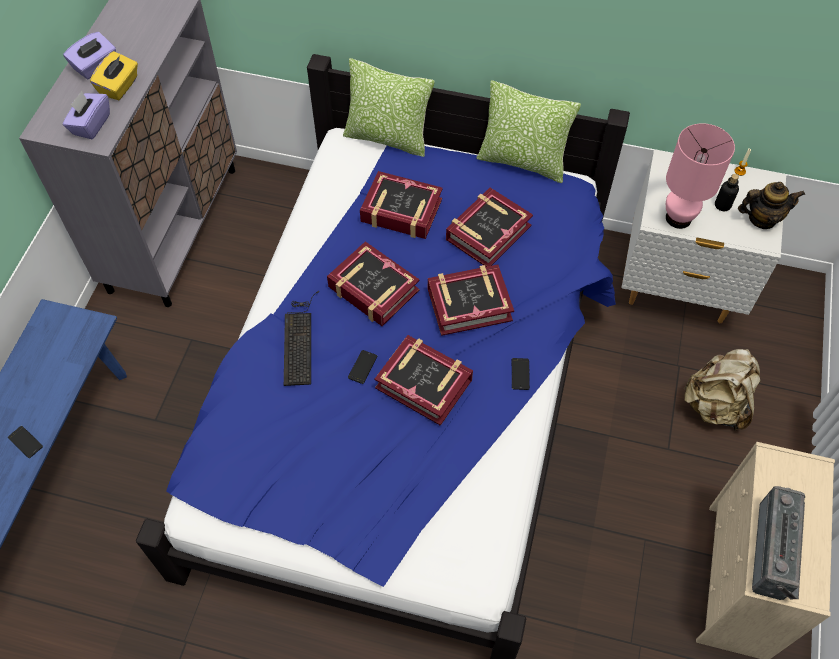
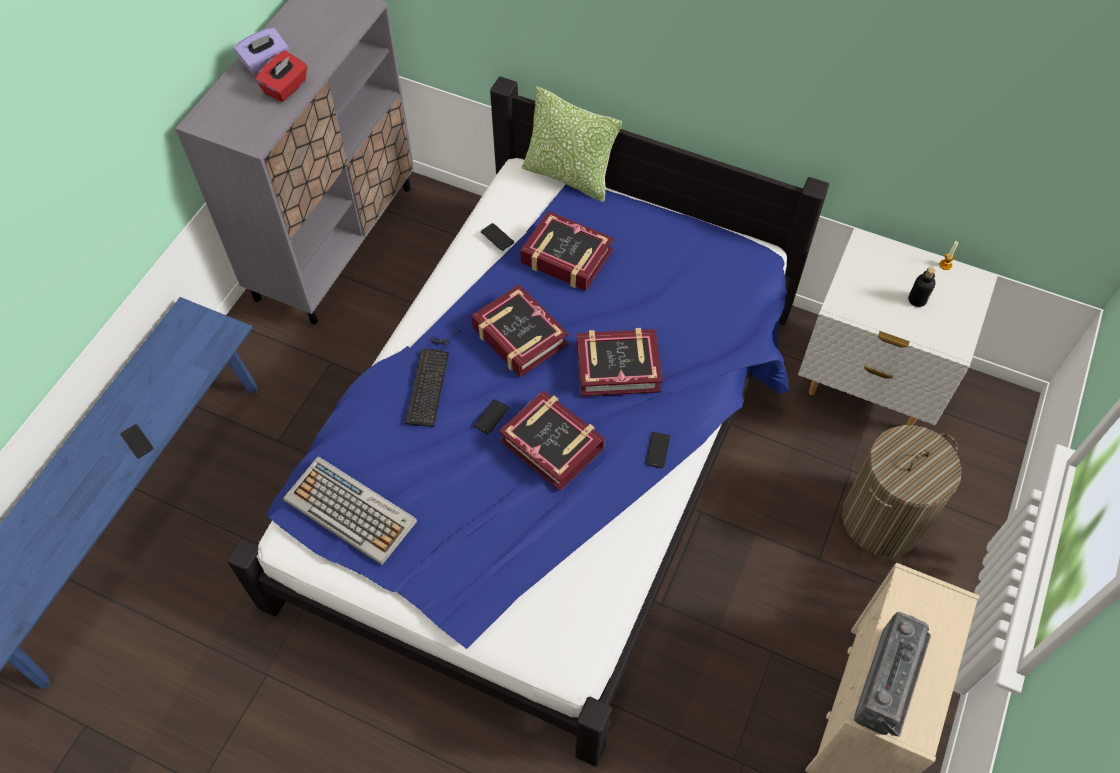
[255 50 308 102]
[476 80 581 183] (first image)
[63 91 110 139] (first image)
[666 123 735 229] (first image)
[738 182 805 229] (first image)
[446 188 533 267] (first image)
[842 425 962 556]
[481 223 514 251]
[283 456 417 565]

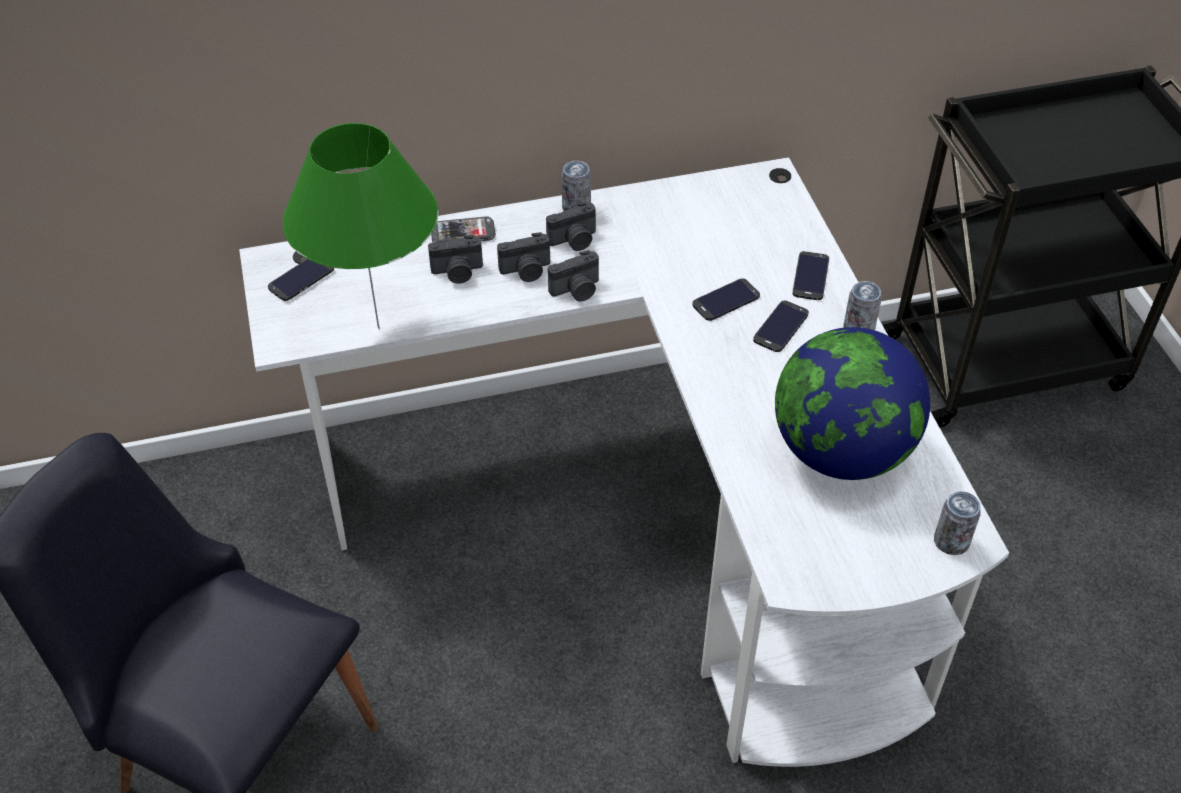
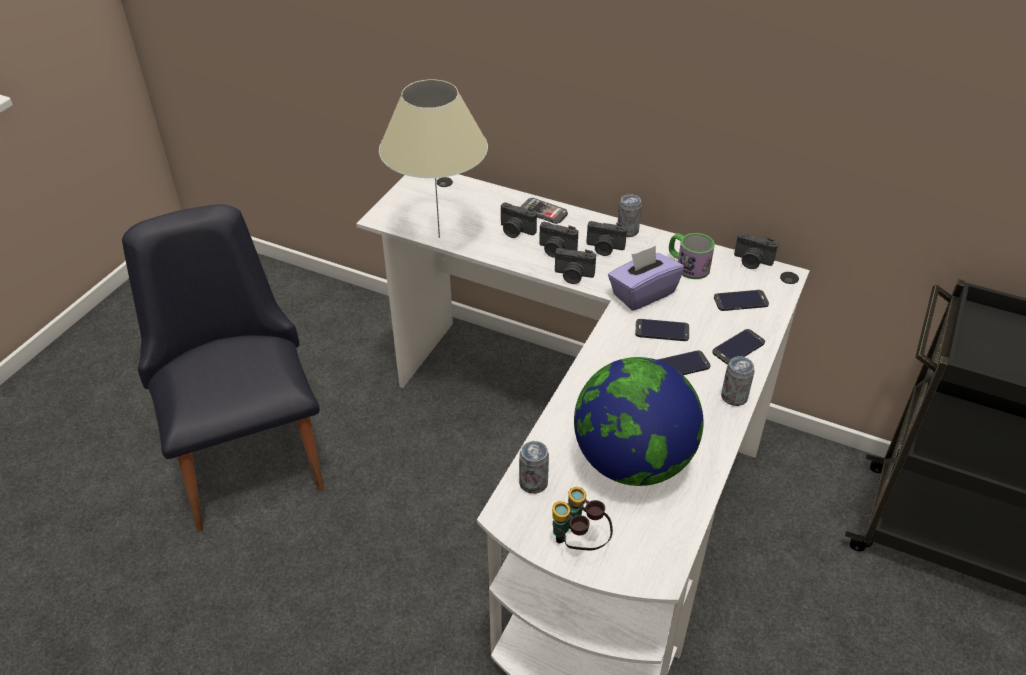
[379 79 488 238]
[714 290 769 311]
[519 441 549 494]
[734 232 778 269]
[669 233 715 279]
[608 246 684 311]
[552 487 613 550]

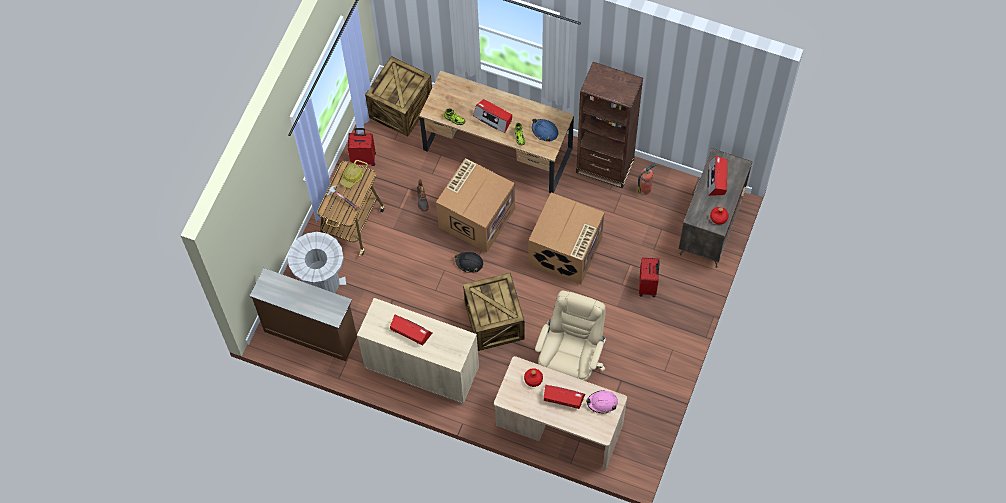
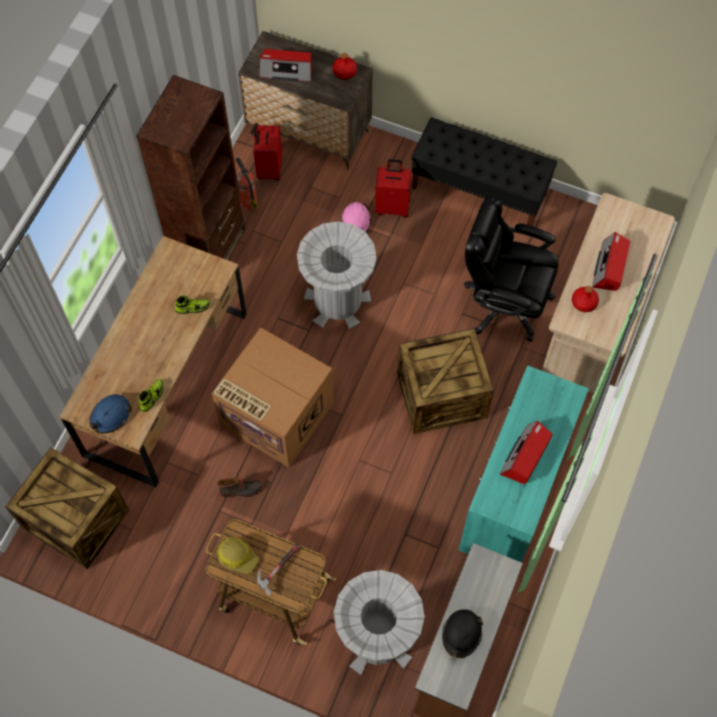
[473 99 512 133] (first image)
[90 394 132 433]
[254 123 282 180]
[297 221 377 329]
[442 610 483 658]
[464 195 558 342]
[459 365 589 562]
[341 202 371 232]
[411 117 557 226]

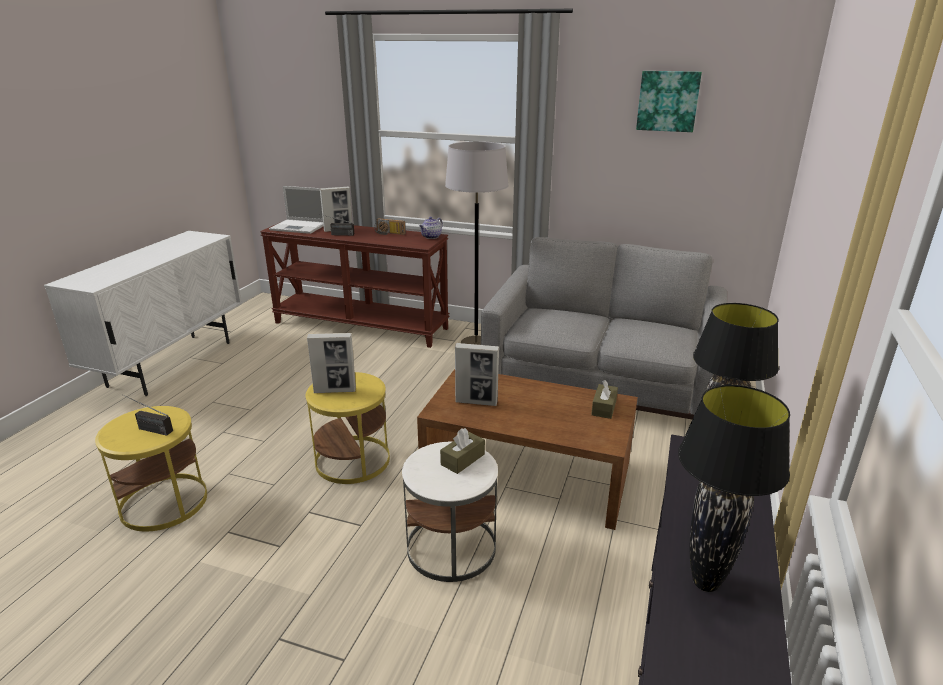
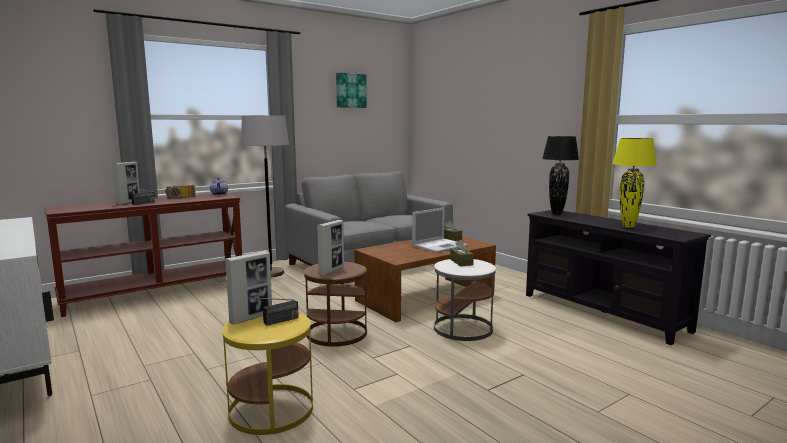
[412 208 468 253]
[225 251 272 325]
[304 262 367 347]
[612 138 657 228]

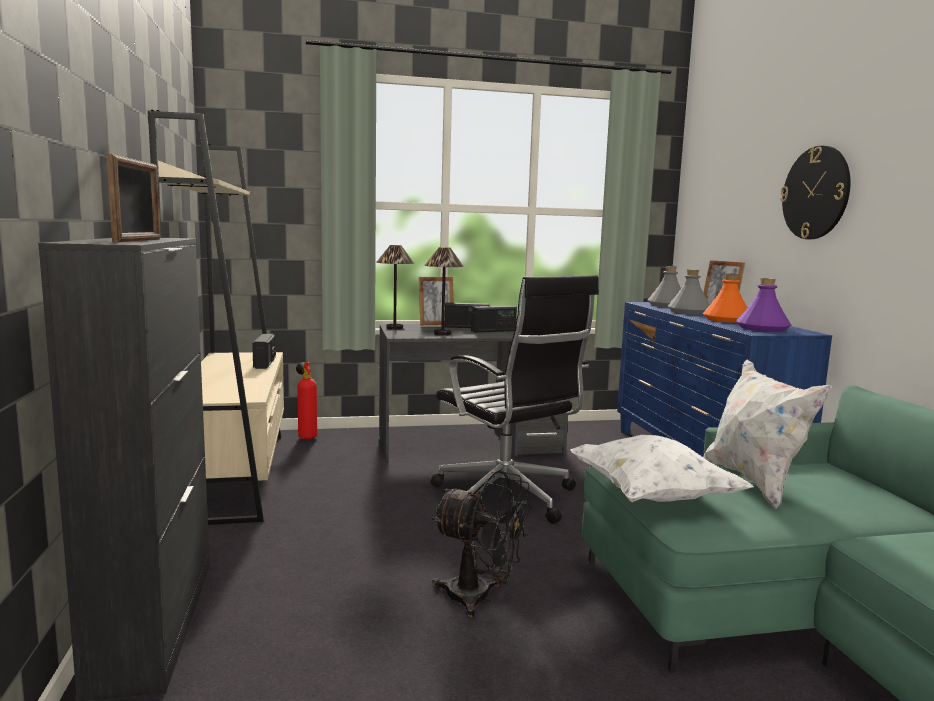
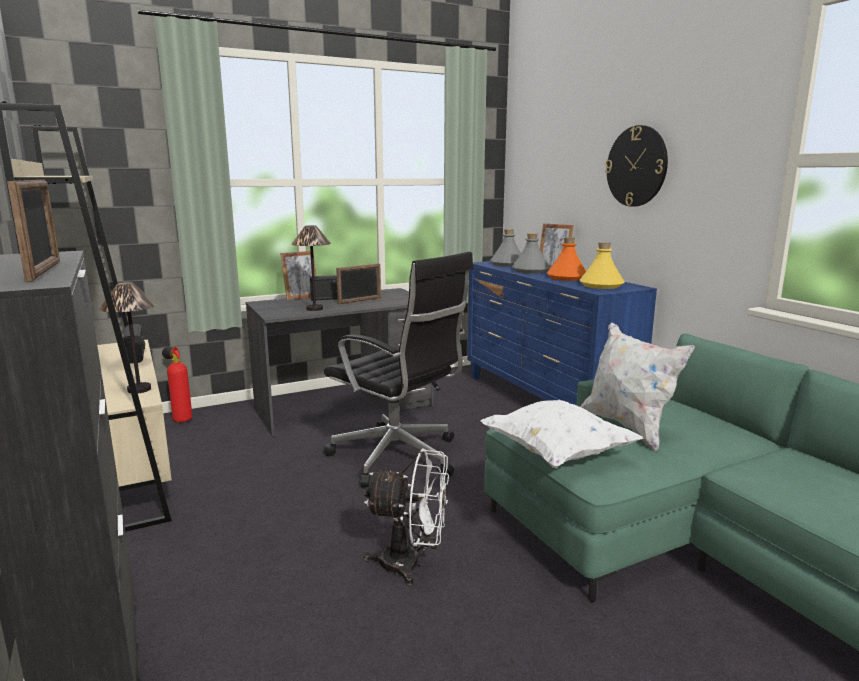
[99 282 156 393]
[579 242 624 289]
[336 263 381 304]
[364 448 449 586]

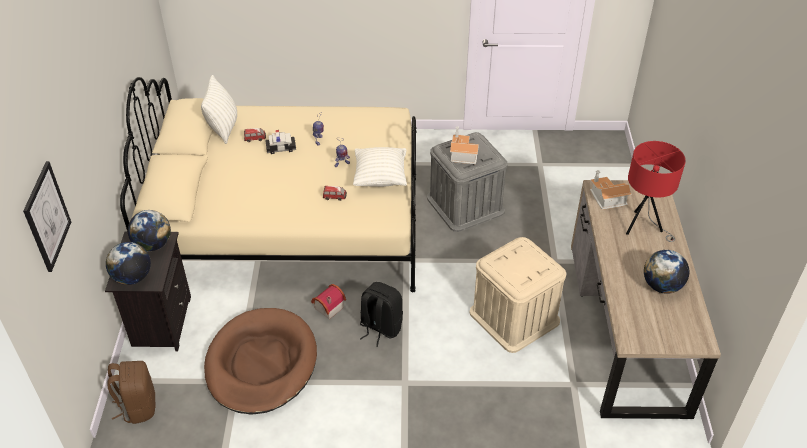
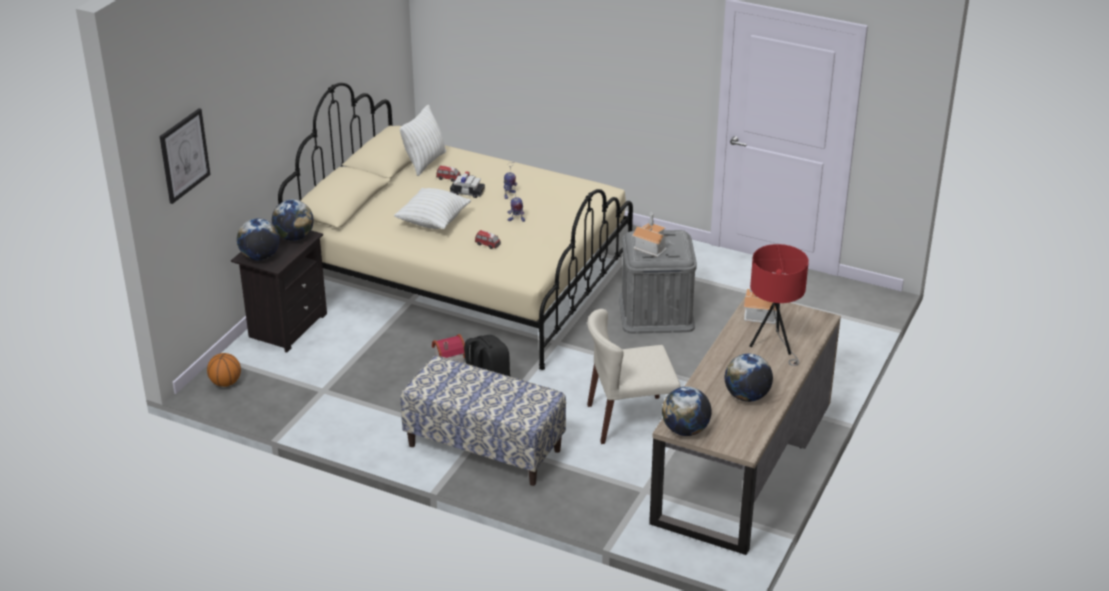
[394 188 471 229]
[587 309 681 444]
[204 308 317 415] (first image)
[207 353 241 387]
[400 355 566 486]
[662 387 712 436]

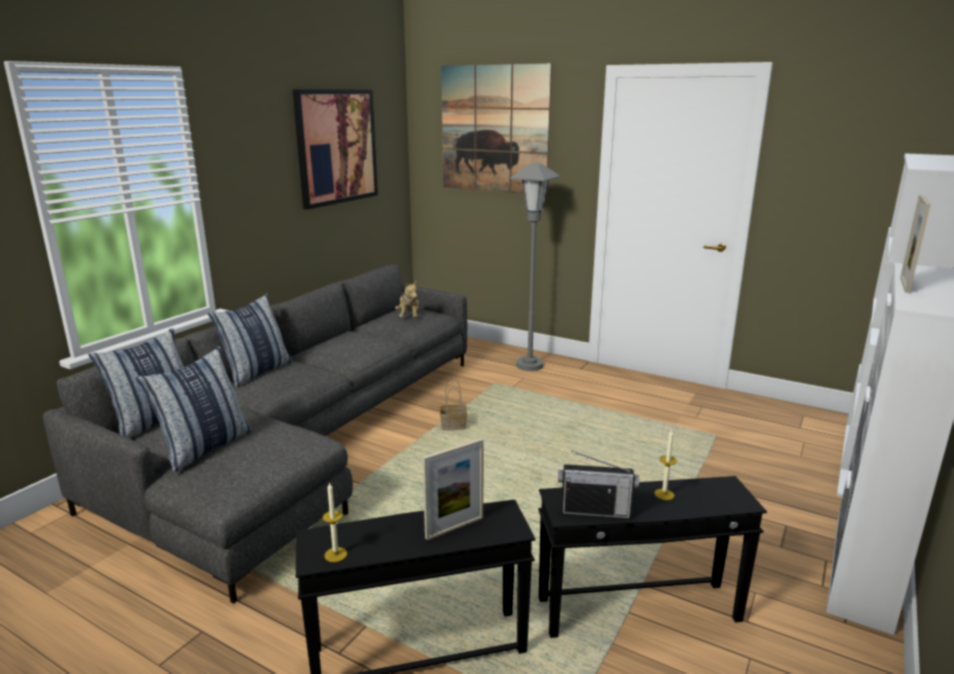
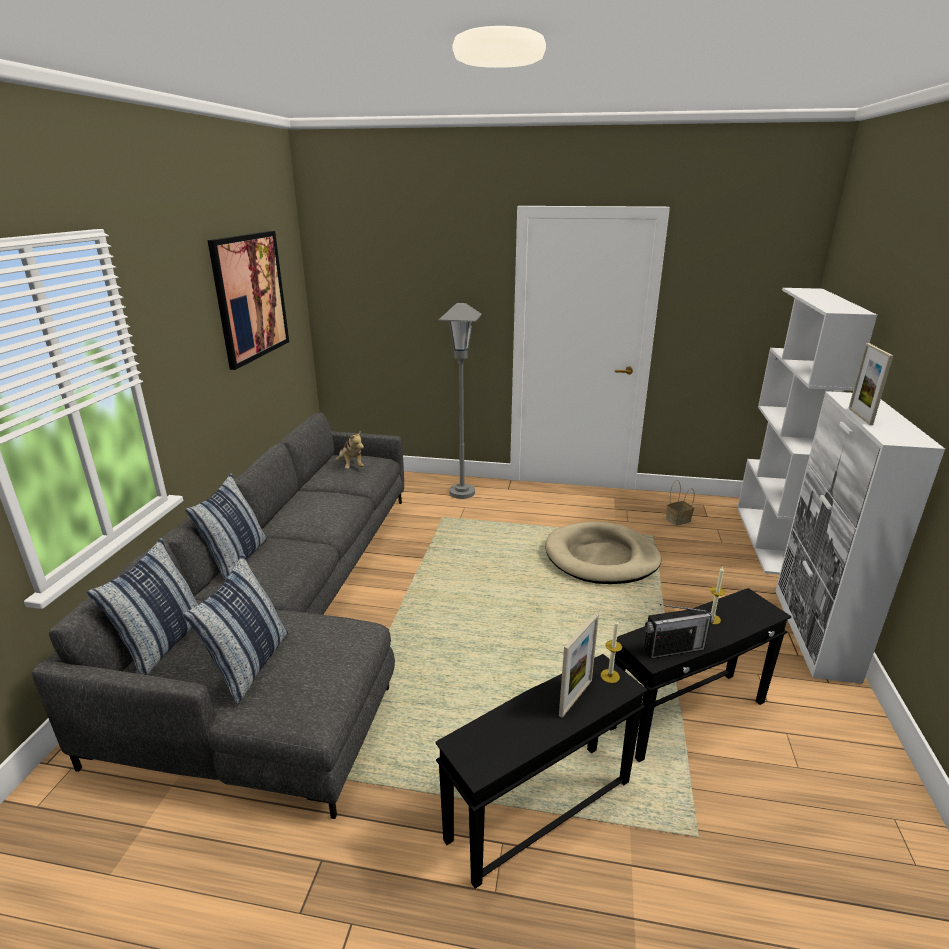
[441 63 552 196] (first image)
[666 480 695 526]
[601 620 622 683]
[545 522 661 584]

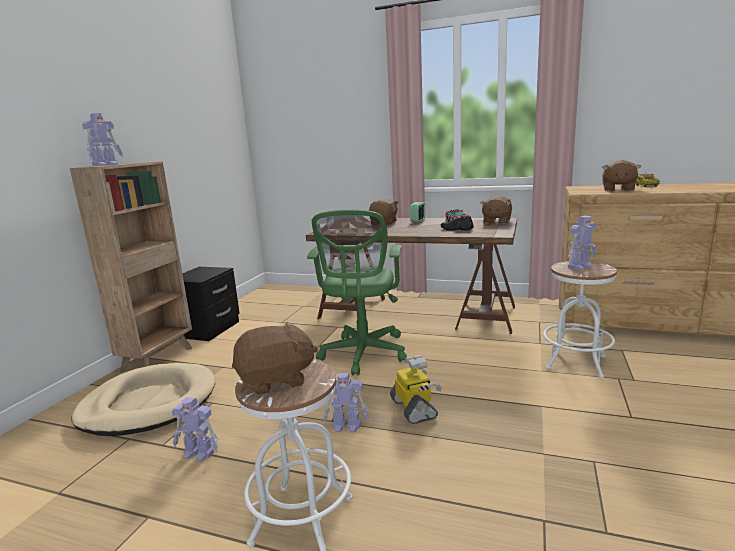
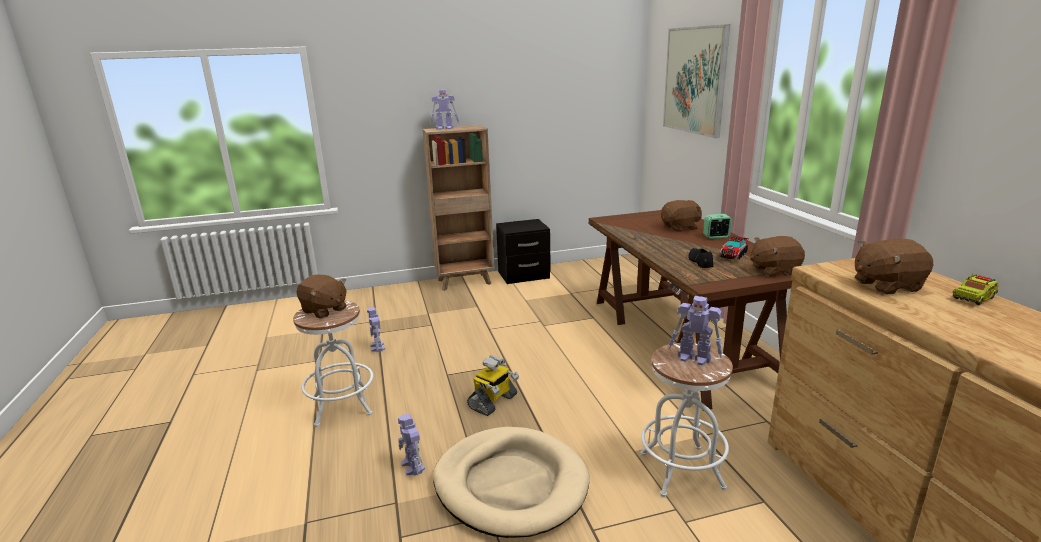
[307 210 407 376] (first image)
[433 427 589 538]
[398 413 425 476]
[663 24 730 138]

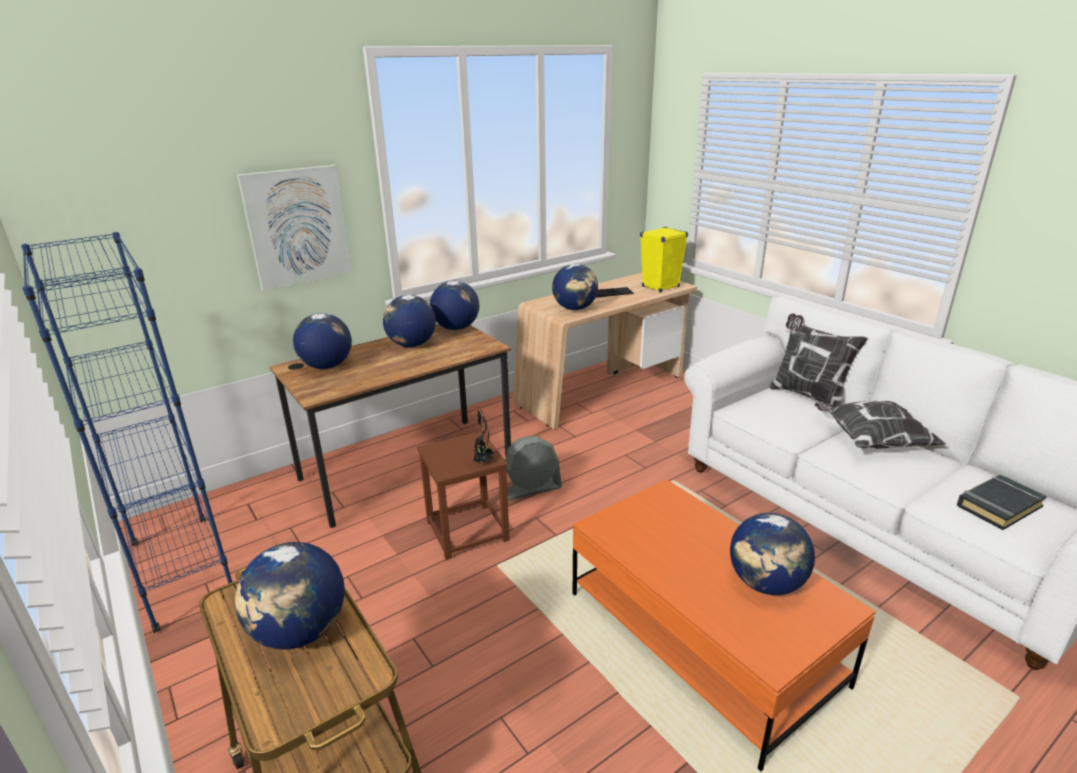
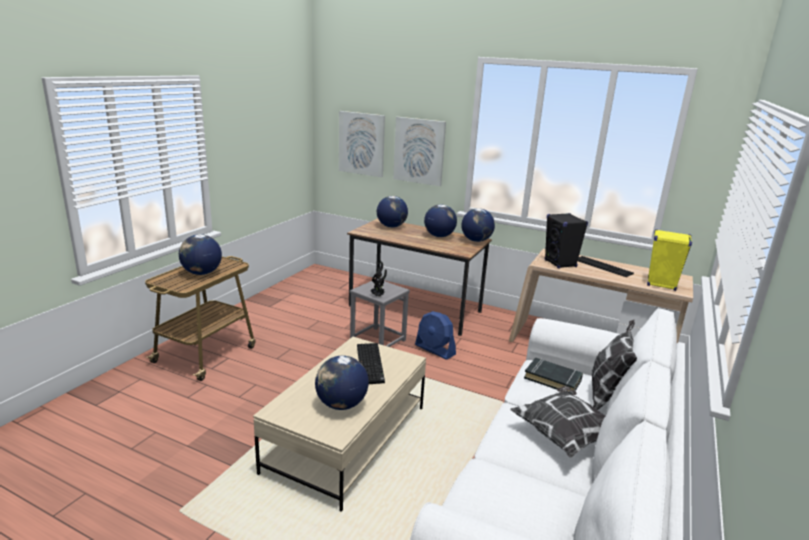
[21 232 232 633] (first image)
[545 213 588 269]
[350 279 410 347]
[415 311 456 360]
[524 358 583 394]
[253 337 426 512]
[339 111 385 177]
[357 343 385 384]

